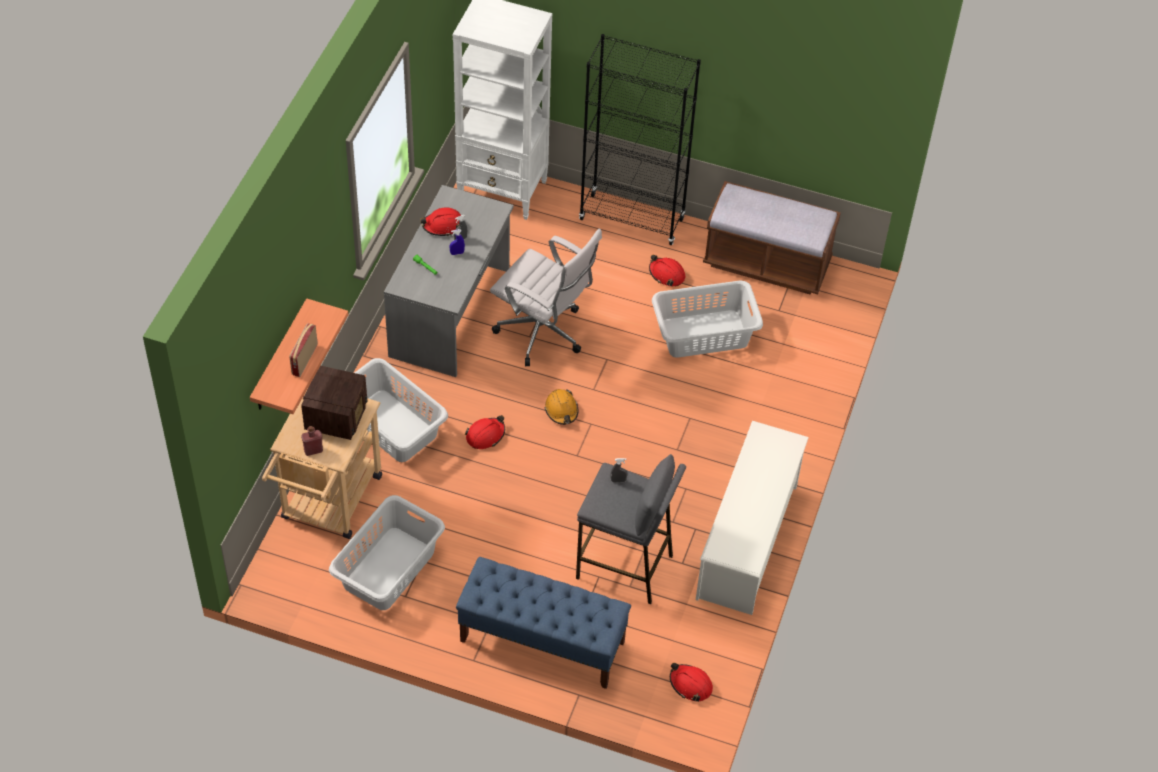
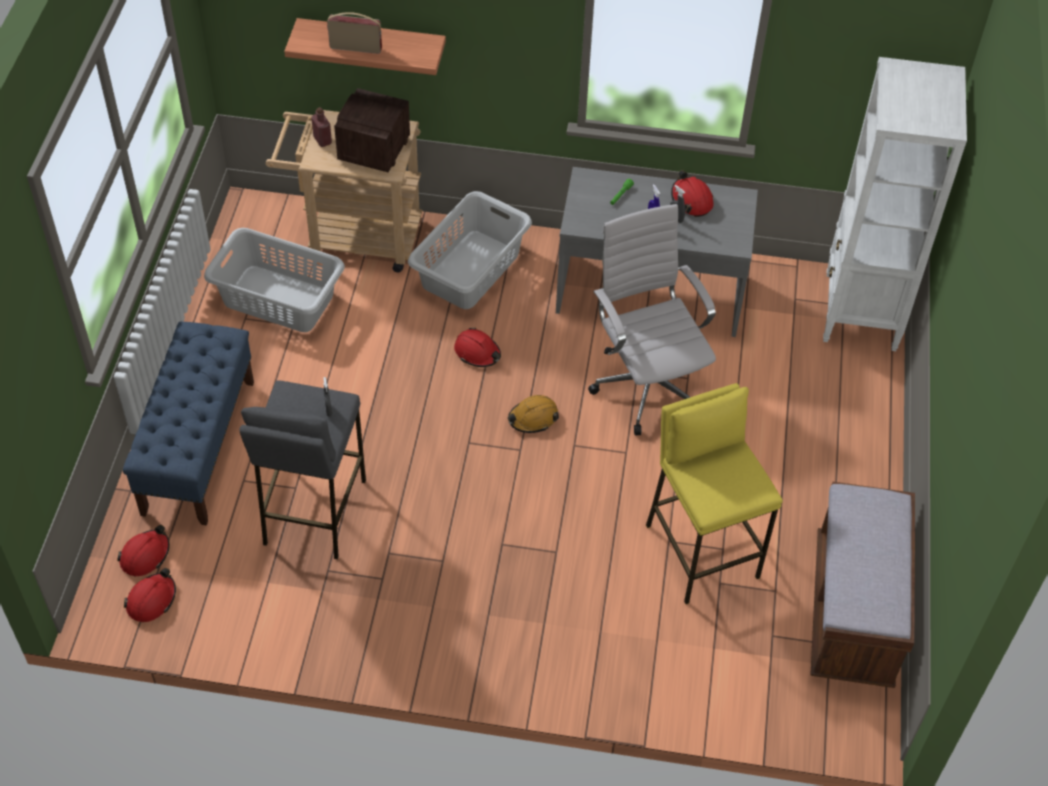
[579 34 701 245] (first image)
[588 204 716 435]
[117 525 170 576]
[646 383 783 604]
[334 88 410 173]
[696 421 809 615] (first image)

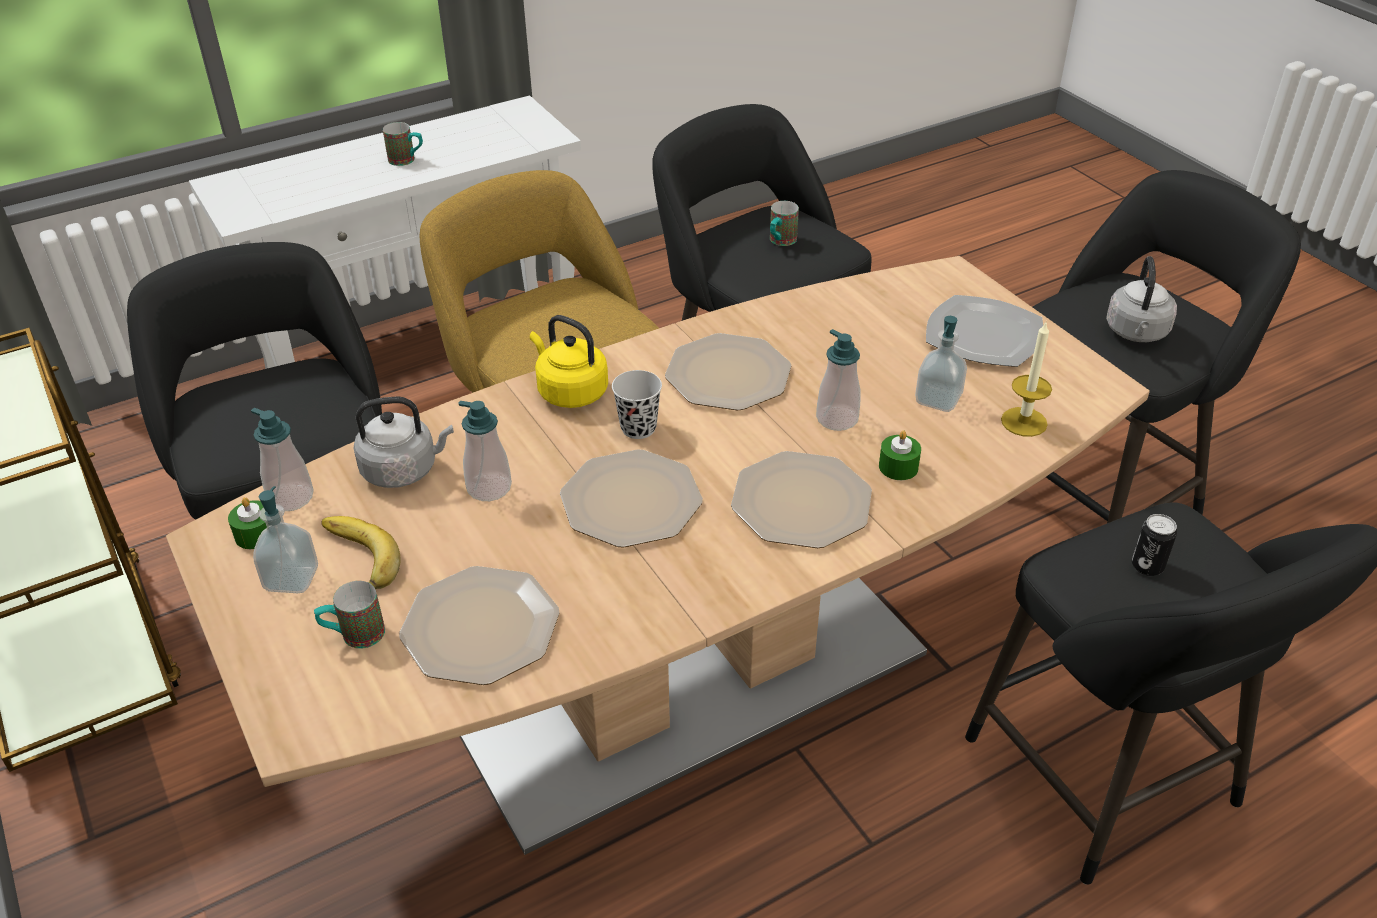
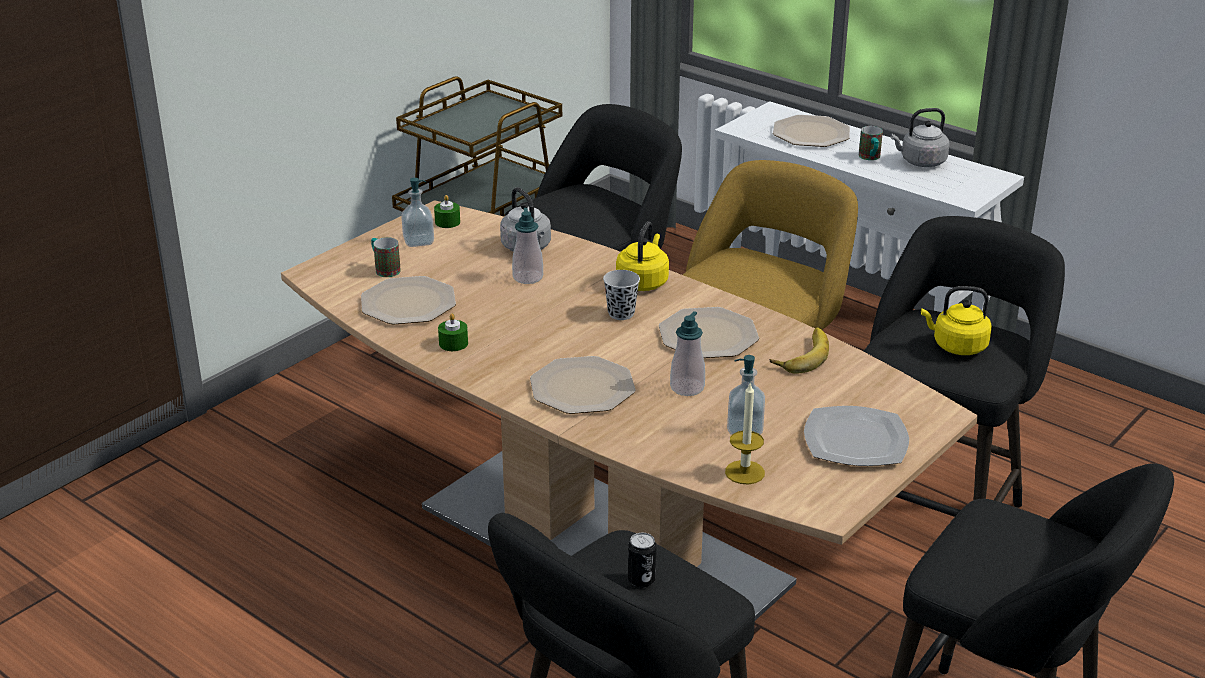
[921 286 992 355]
[890 108 950 167]
[251 408 314 511] (first image)
[438 313 468 351]
[773 115 850 147]
[769 328 829 374]

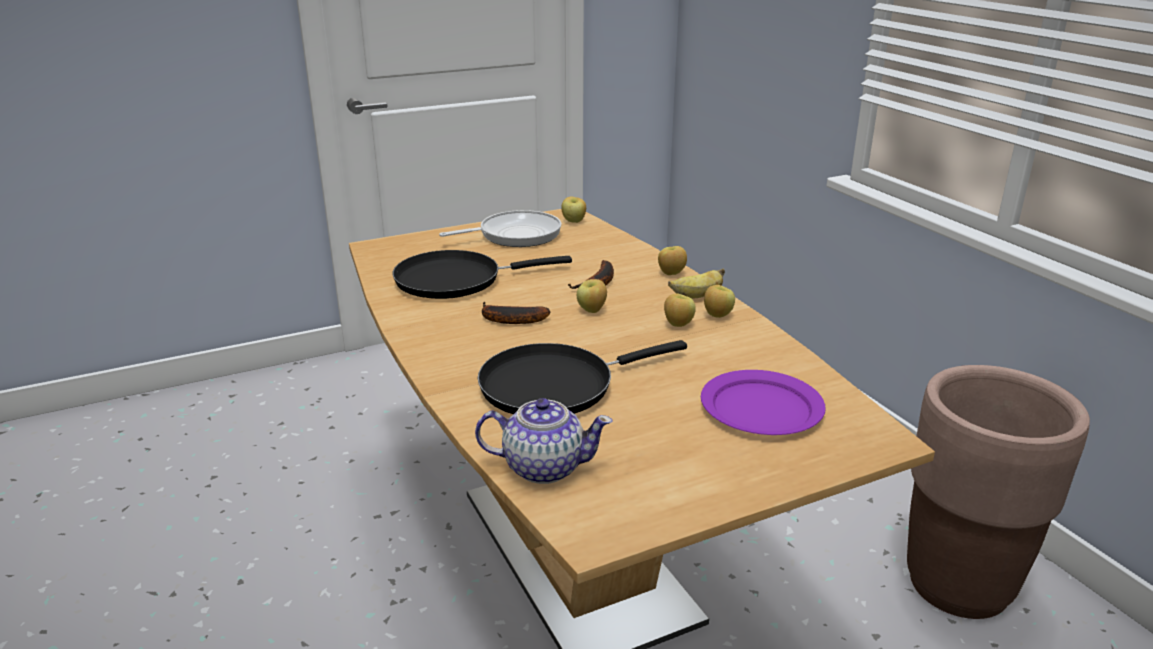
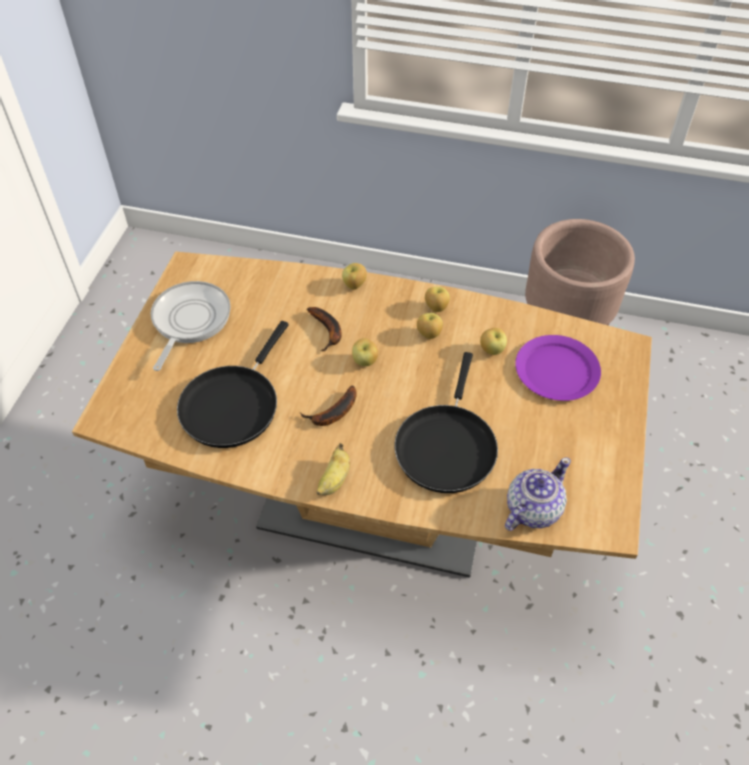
[480 328 507 355]
[316 443 350 495]

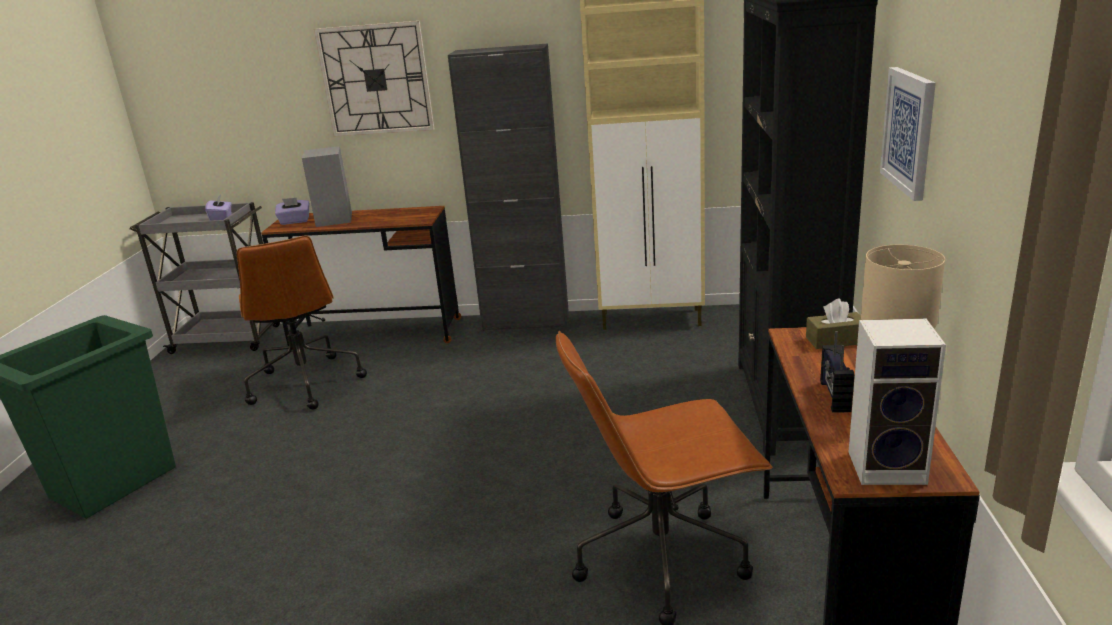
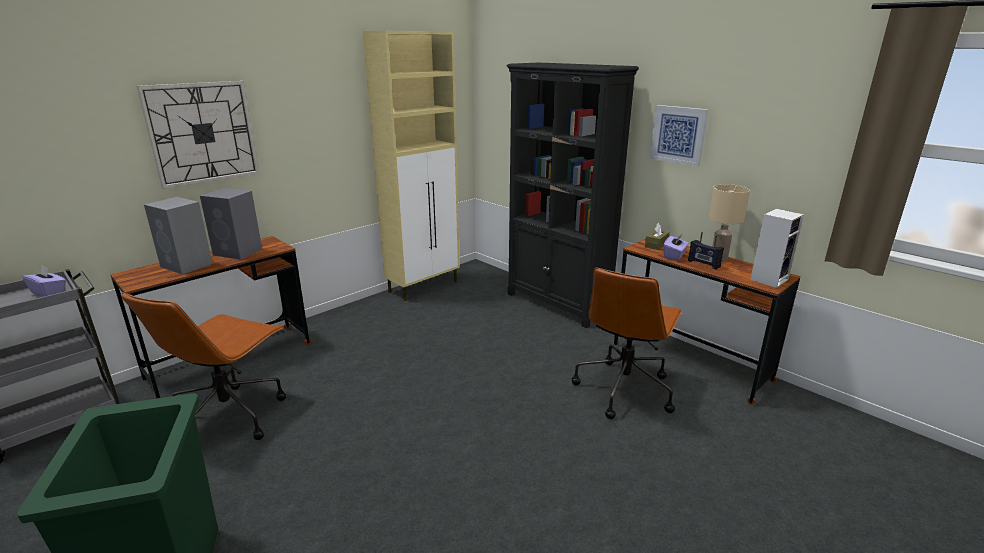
[448 43 569 331] (first image)
[663 234 688 261]
[122 293 286 440]
[200 188 262 260]

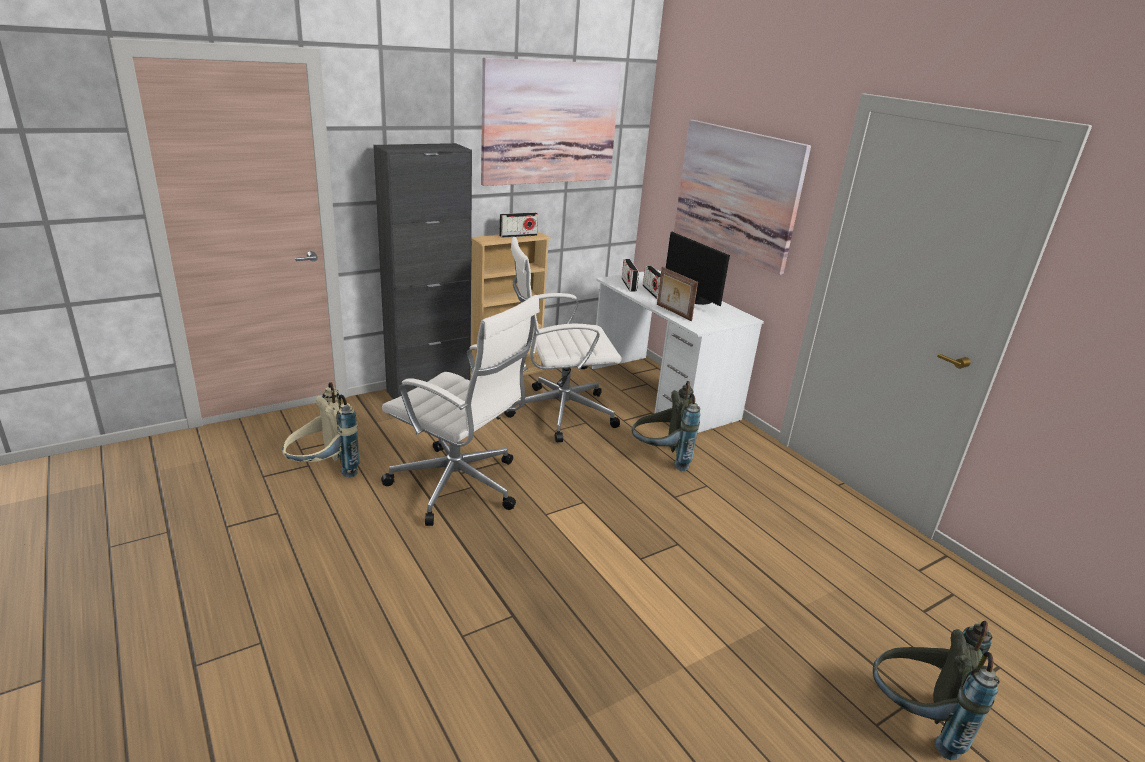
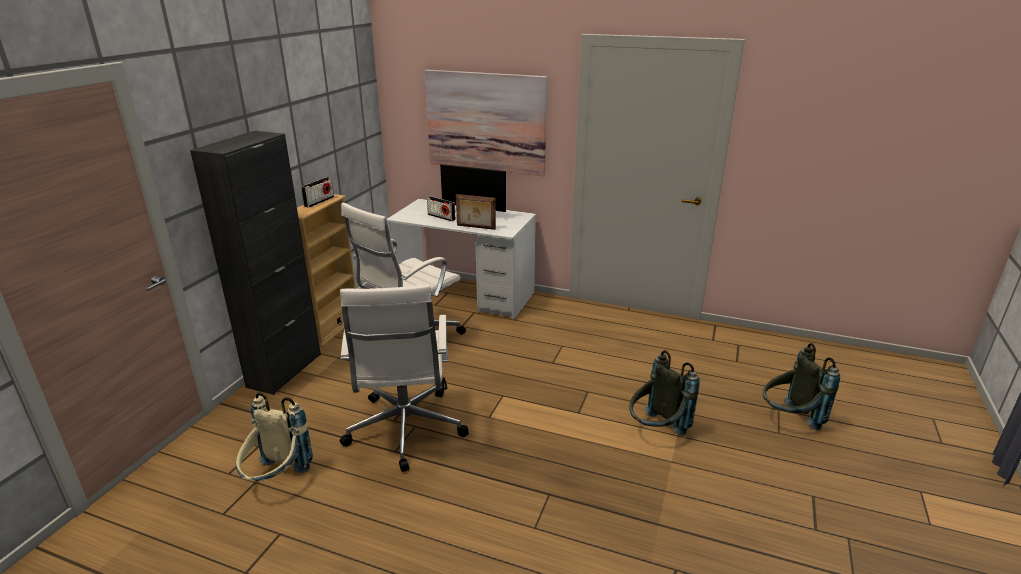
[481 57 621 186] (first image)
[622 259 639 292] (first image)
[340 285 469 472]
[629 350 700 435]

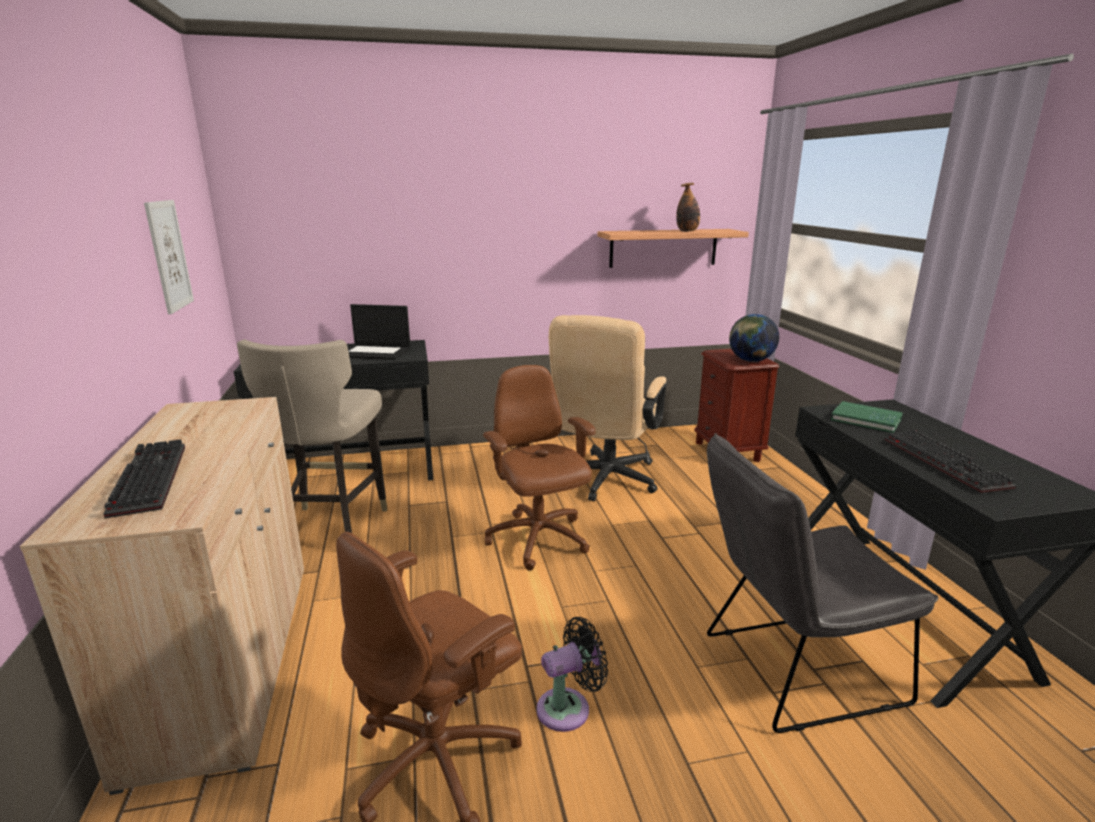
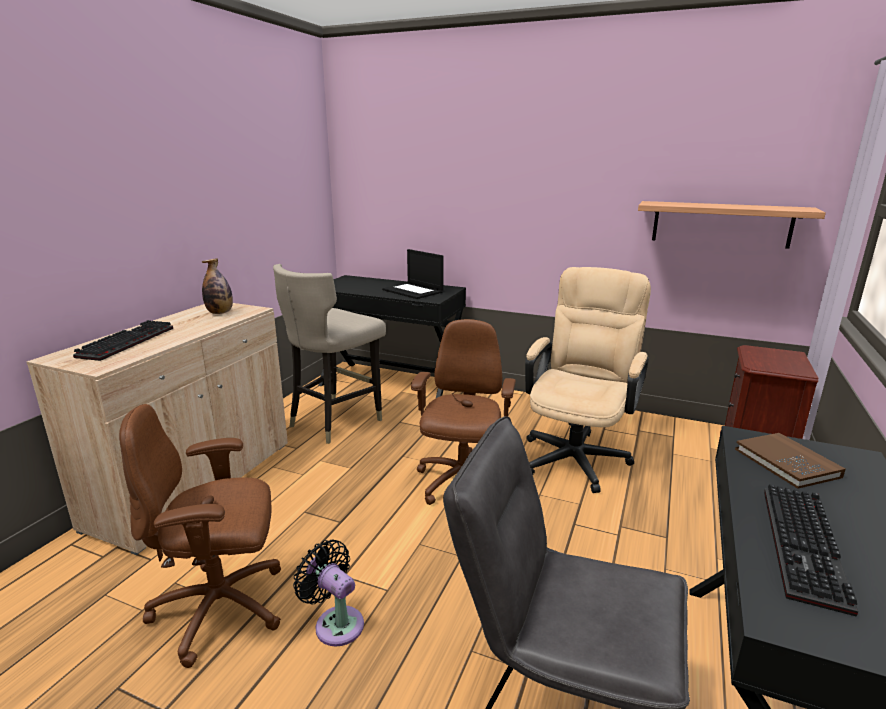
[202 258 233 314]
[144 200 194 314] (first image)
[729 314 779 362] (first image)
[525 267 651 493]
[735 433 846 489]
[293 539 364 646]

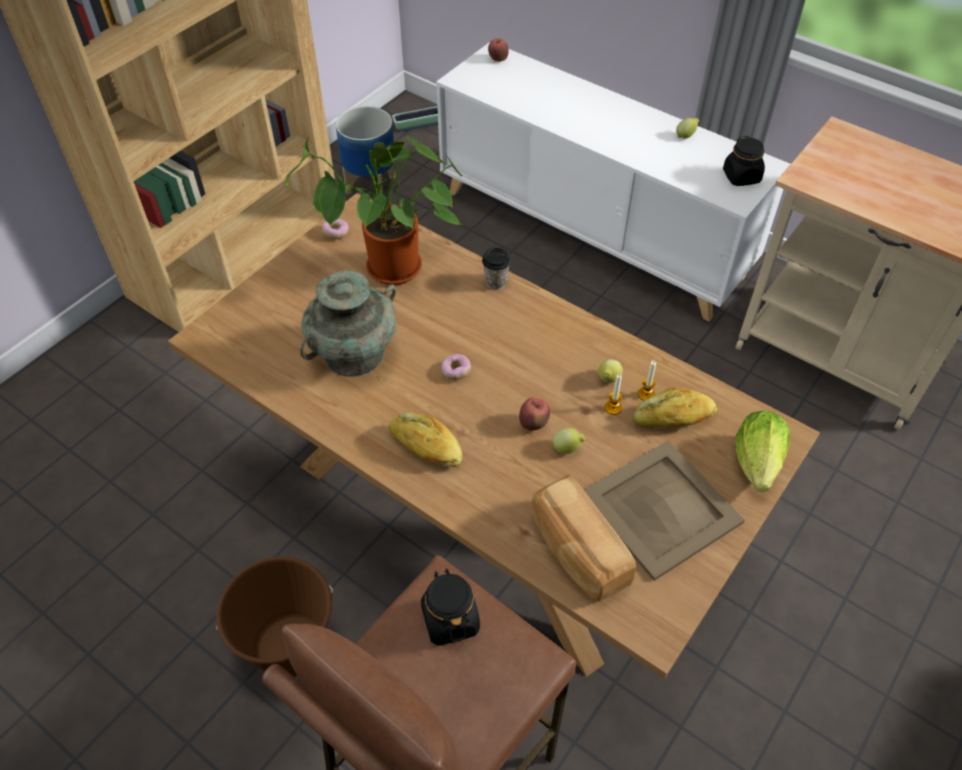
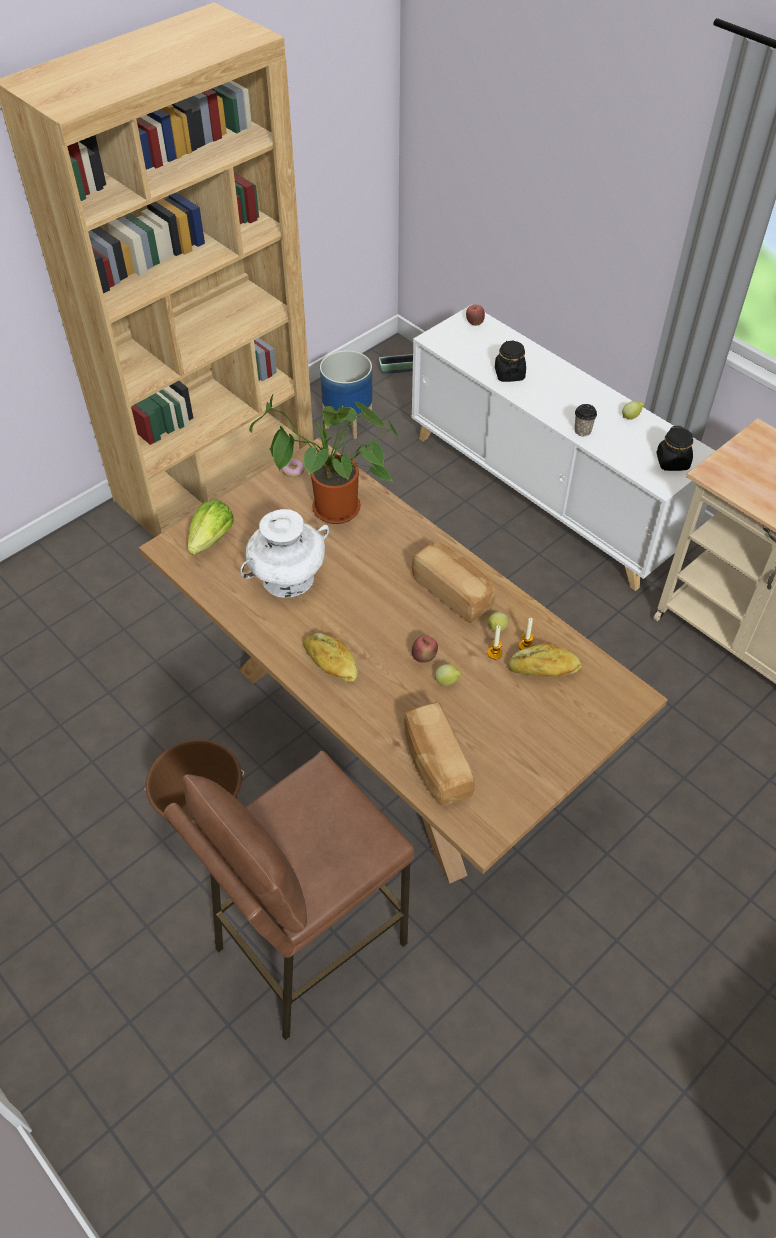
[574 404 597 436]
[240 509 329 598]
[441 354 471 380] (first image)
[187 499 234 555]
[584 440 745 581] (first image)
[495 340 526 382]
[412 542 495 623]

